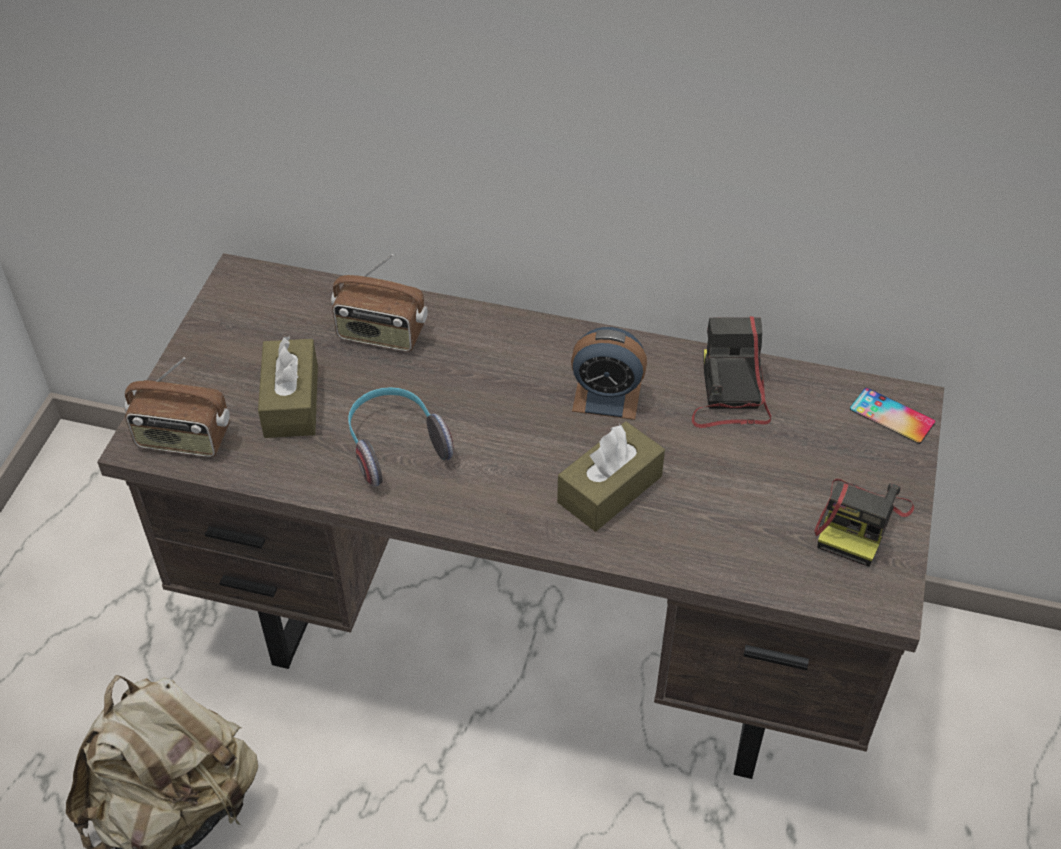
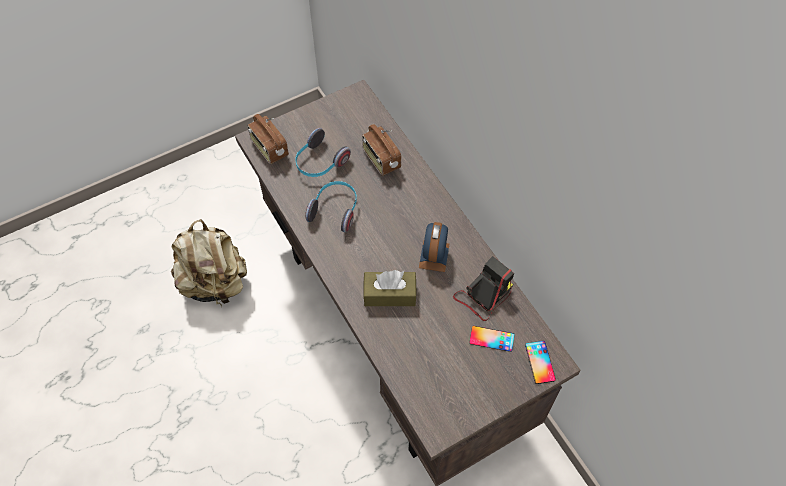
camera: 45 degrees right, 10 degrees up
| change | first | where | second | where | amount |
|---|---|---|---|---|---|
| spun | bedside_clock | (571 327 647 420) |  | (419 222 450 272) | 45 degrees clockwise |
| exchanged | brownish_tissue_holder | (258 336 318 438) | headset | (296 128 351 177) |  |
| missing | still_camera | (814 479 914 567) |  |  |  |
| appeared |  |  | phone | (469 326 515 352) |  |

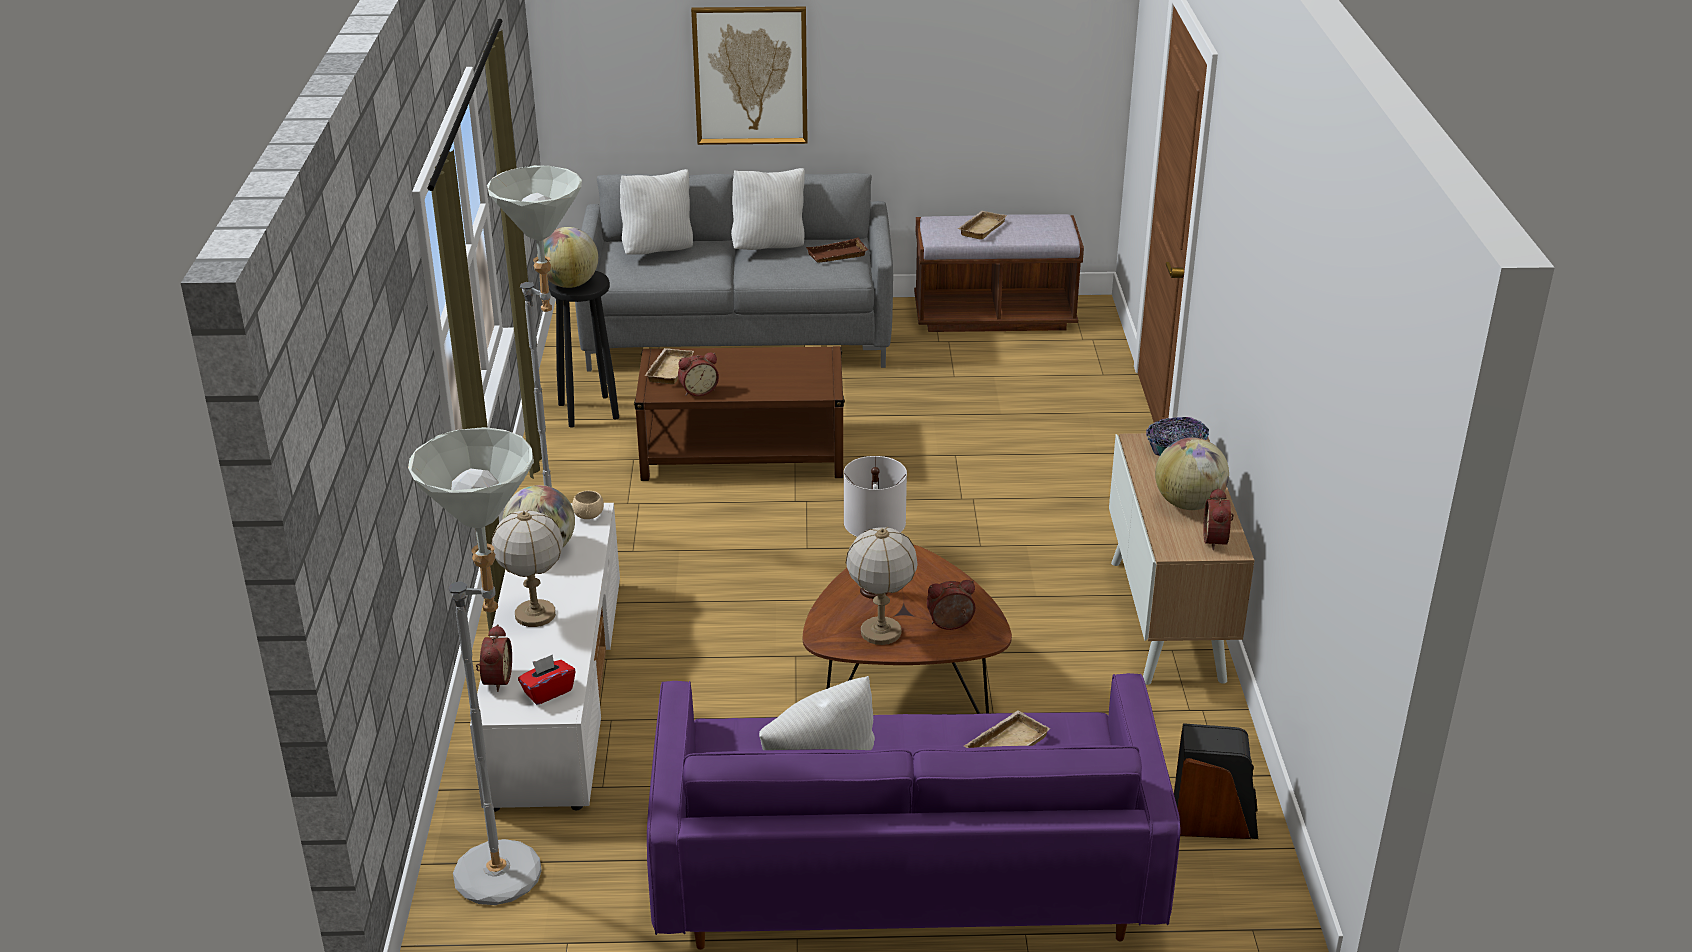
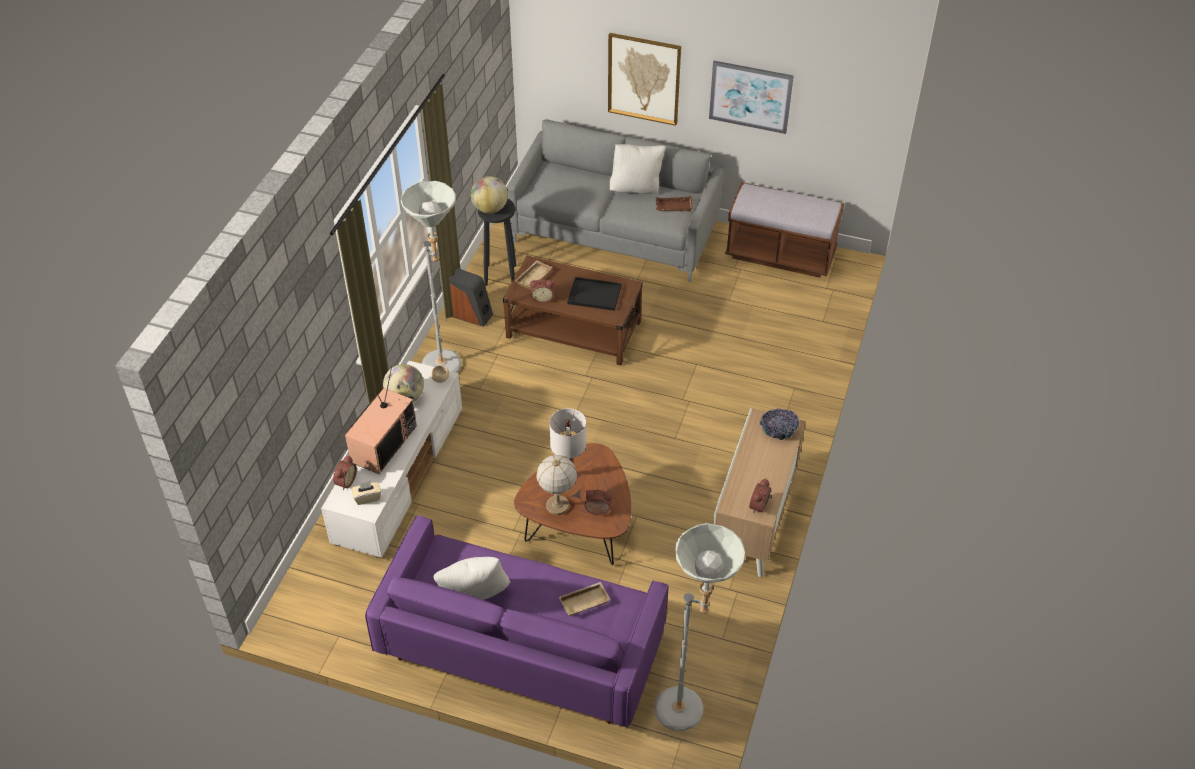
camera: 20 degrees right, 15 degrees up
| change | first | where | second | where | amount |
|---|---|---|---|---|---|
| missing | white_cushion | (620 169 693 255) |  |  |  |
| missing | beige_serving_tray | (958 211 1007 240) |  |  |  |
| relocated | gray_standing_lamp | (408 427 542 905) |  | (655 523 745 731) |  |
| missing | globe | (1155 438 1229 510) |  |  |  |
| exchanged | lamp_for_a_table | (491 510 563 627) | TV_set | (345 365 417 474) |  |
| colour | red_tissue_holder | (518 654 576 705) | beige_tissue_holder | (352 481 381 505) |  |
| relocated | audio_speaker | (1174 723 1258 839) |  | (449 268 493 327) |  |
| appeared |  |  | wall_art | (709 61 794 134) |  |
| appeared |  |  | blackish_serving_tray | (567 277 622 311) |  |

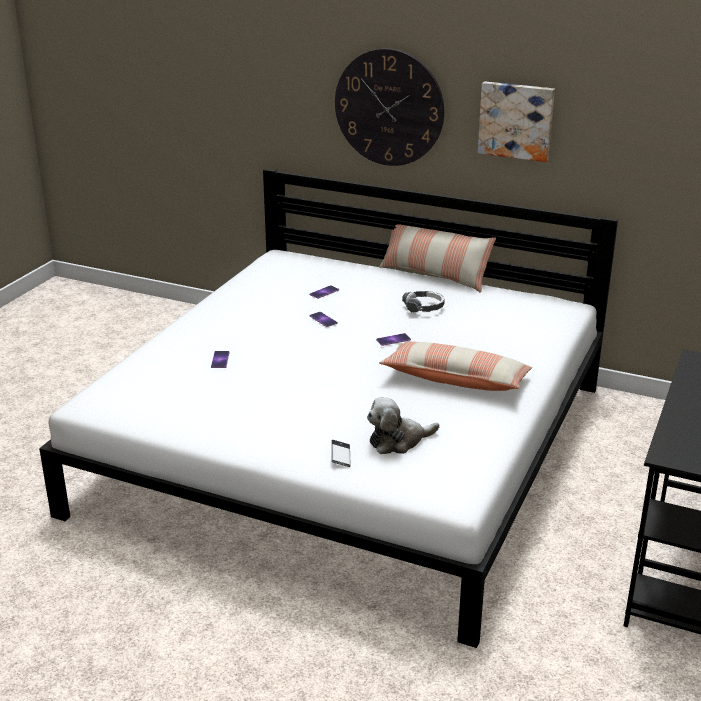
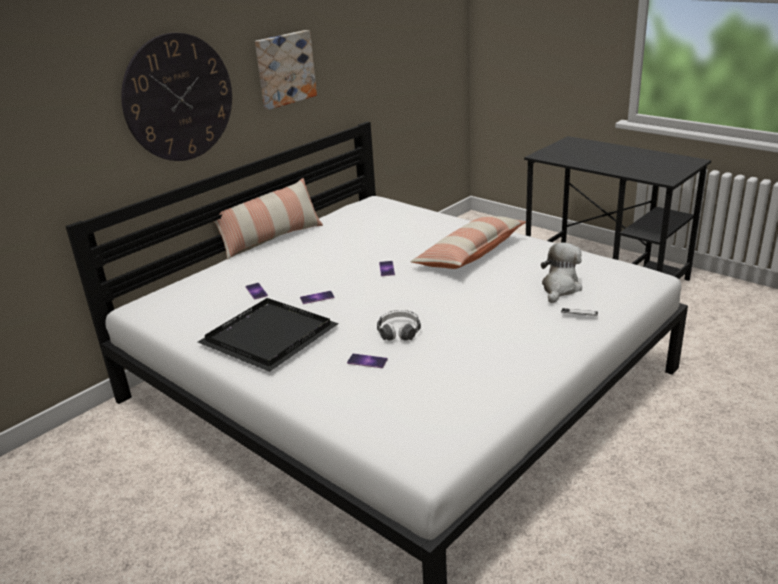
camera: 70 degrees left, 0 degrees up
| change | first | where | second | where | amount |
|---|---|---|---|---|---|
| relocated | headset | (402 291 445 313) |  | (377 310 421 341) |  |
| spun | cuddly_toy | (367 397 439 454) |  | (541 243 582 303) | 150 degrees counterclockwise |
| appeared |  |  | blackish_serving_tray | (198 298 339 372) |  |

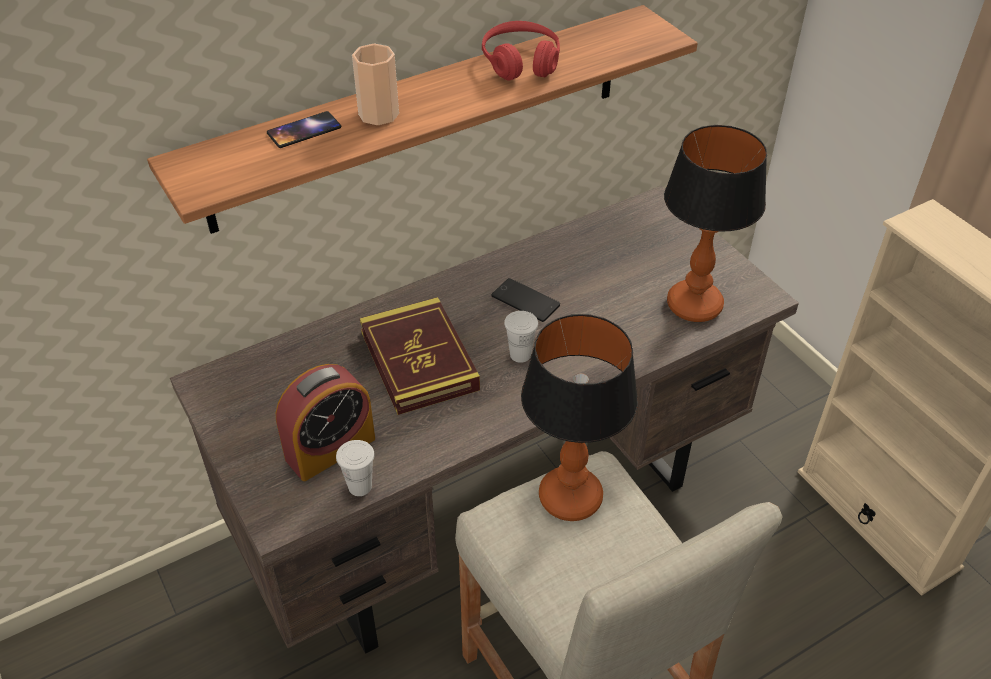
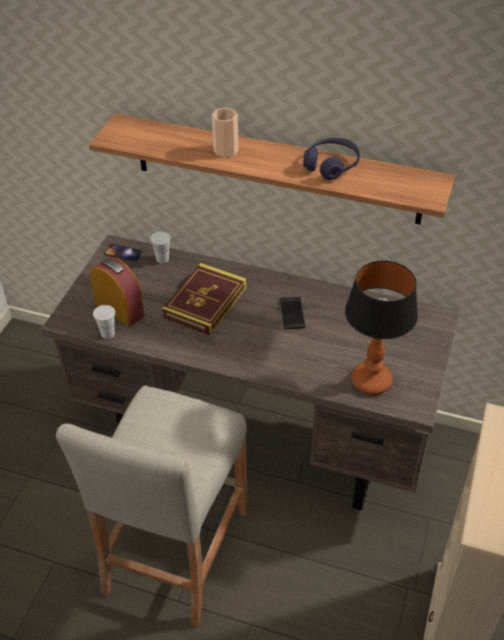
camera: 50 degrees right, 0 degrees up
| change | first | where | second | where | amount |
|---|---|---|---|---|---|
| colour | red_headset | (482 21 560 81) | purple_headset | (303 138 360 180) |  |
| relocated | phone | (267 111 341 148) |  | (104 244 142 261) |  |
| relocated | white_drinking_cup | (504 311 538 363) |  | (150 232 171 263) |  |
| missing | lamp_for_a_table | (521 314 638 521) |  |  |  |
| spun | bedside_clock | (276 364 375 481) |  | (90 257 145 327) | 150 degrees counterclockwise |

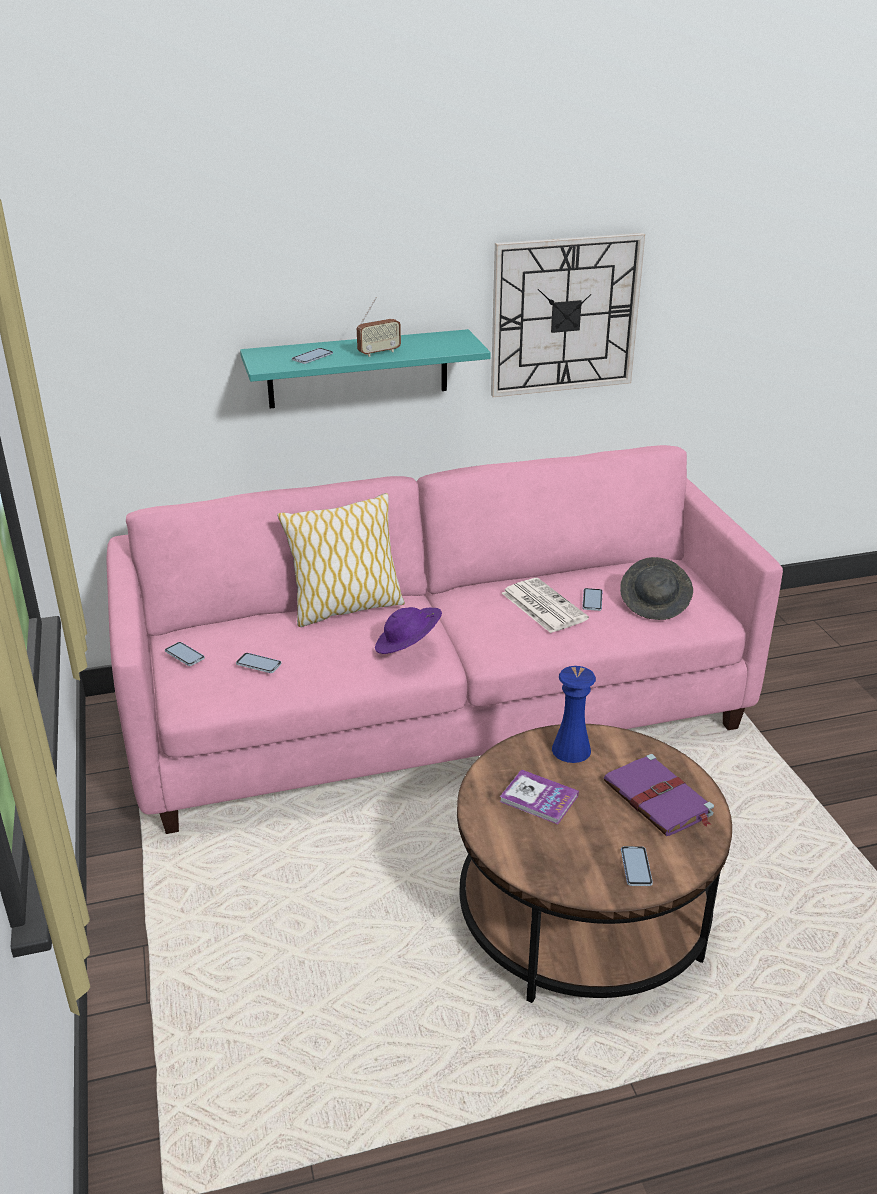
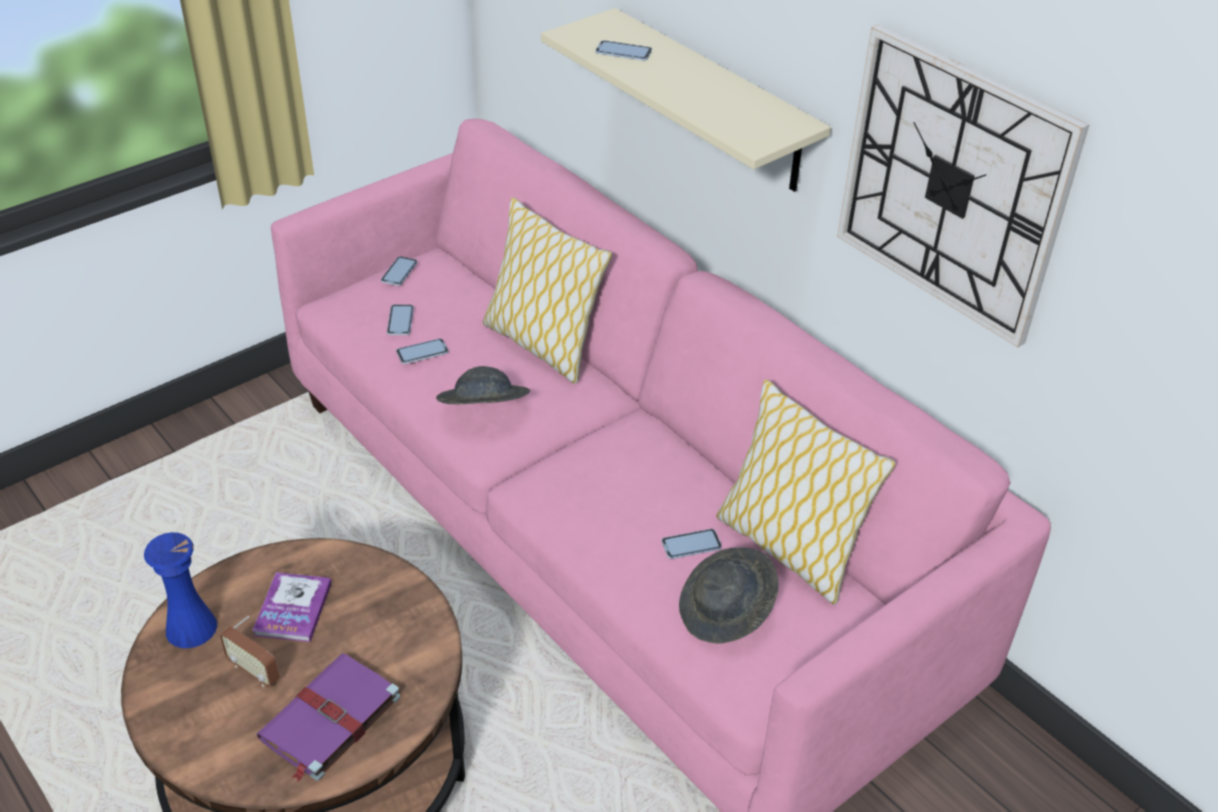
camera: 65 degrees right, 10 degrees up
| change | first | where | second | where | amount |
|---|---|---|---|---|---|
| relocated | radio_receiver | (357 298 401 357) |  | (219 616 280 687) |  |
| colour | turquoise_bracket_shelf | (240 329 491 408) | beige_bracket_shelf | (541 8 831 192) |  |
| missing | printed_paper | (502 578 589 633) |  |  |  |
| colour | purple_clothing_hat | (375 607 442 654) | gray_clothing_hat | (436 366 530 404) |  |
| relocated | blue_decorative_vase | (552 666 596 763) |  | (144 532 217 648) |  |
| relocated | phone | (621 846 653 886) |  | (396 339 449 364) |  |
| appeared |  |  | cushion | (716 379 896 605) |  |

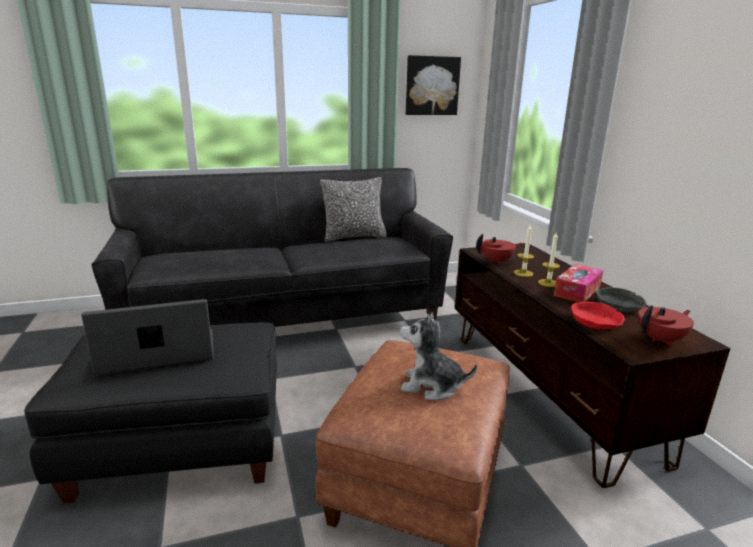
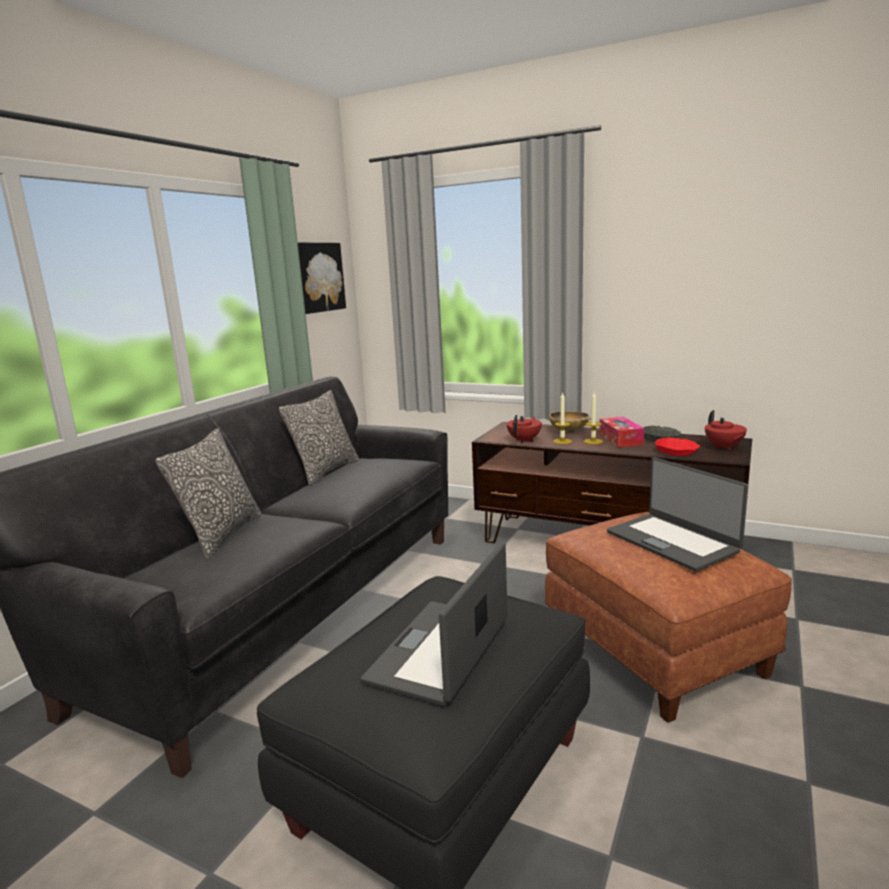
camera: 45 degrees left, 5 degrees down
| change | first | where | second | where | amount |
|---|---|---|---|---|---|
| spun | red_pot_for_tea | (638 305 694 346) |  | (705 410 747 450) | 150 degrees clockwise |
| exchanged | cuddly_toy | (400 312 477 400) | notebook_computer | (607 457 748 571) |  |
| appeared |  |  | beige_serving_bowl | (549 411 591 433) |  |
| appeared |  |  | cushion | (155 428 261 559) |  |

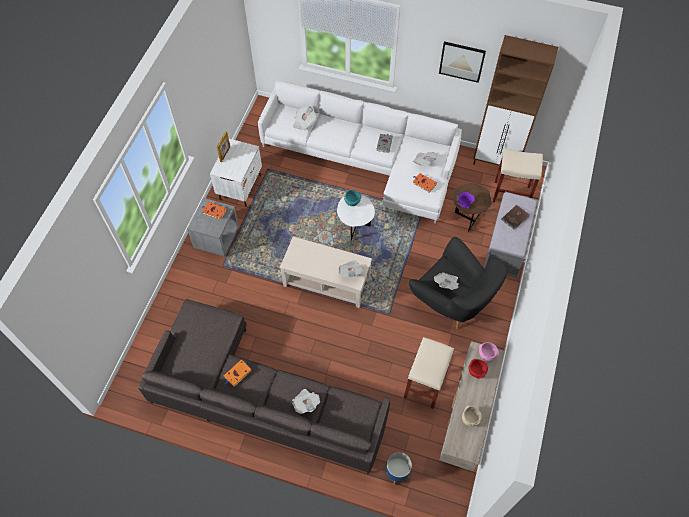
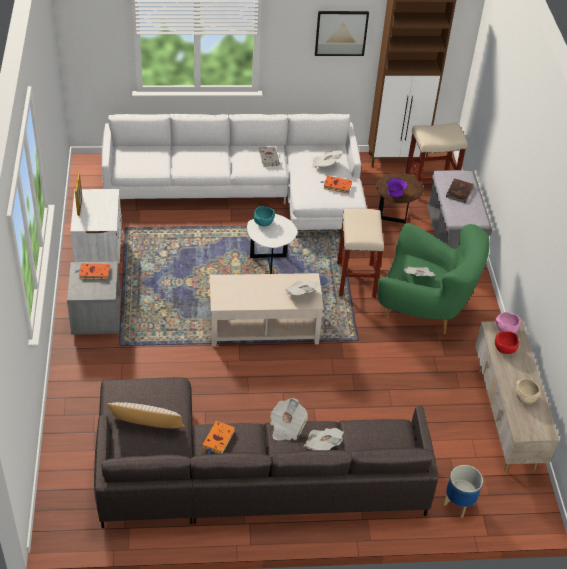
camera: 25 degrees left, 15 degrees down
| change | first | where | second | where | amount |
|---|---|---|---|---|---|
| relocated | printed_paper | (293 106 316 131) |  | (270 398 308 440) |  |
| colour | blackish_armchair | (409 237 507 329) | green_armchair | (377 223 489 334) |  |
| relocated | beige_stool | (404 337 454 409) |  | (337 208 384 298) |  |
| appeared |  |  | beige_cushion | (107 402 185 428) |  |

